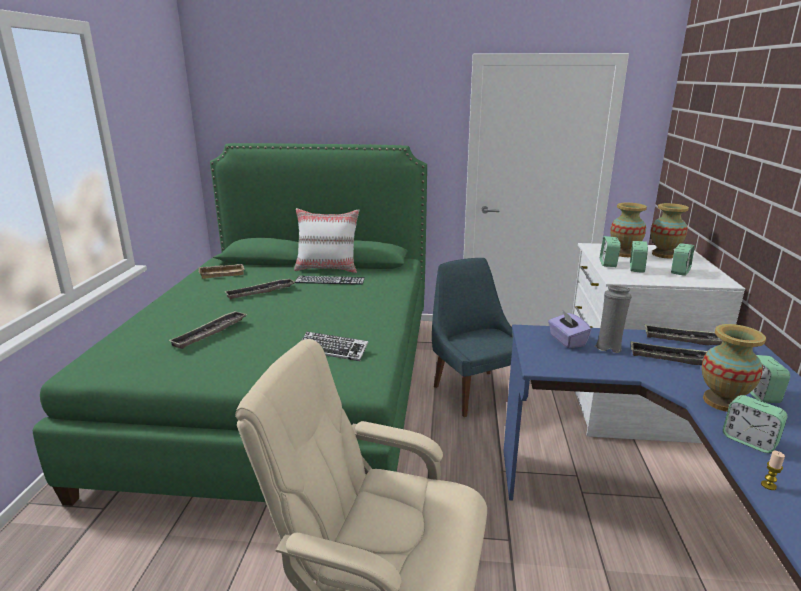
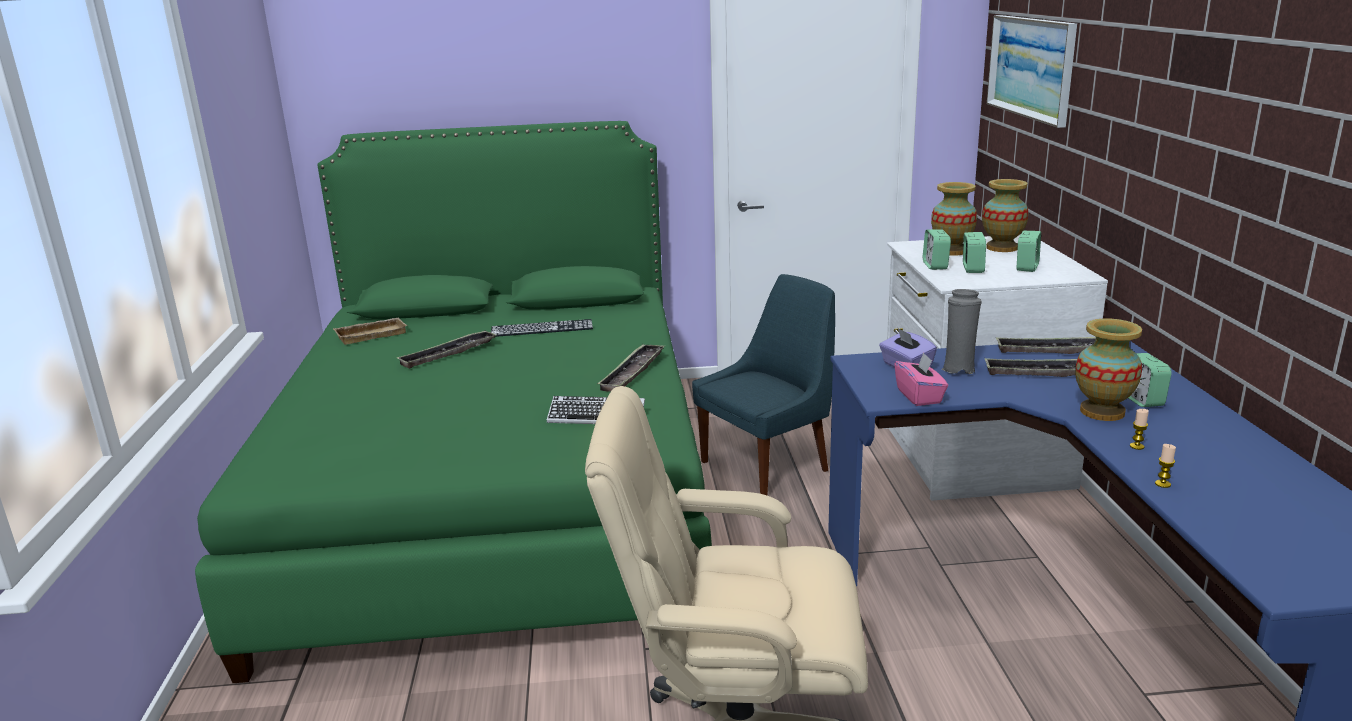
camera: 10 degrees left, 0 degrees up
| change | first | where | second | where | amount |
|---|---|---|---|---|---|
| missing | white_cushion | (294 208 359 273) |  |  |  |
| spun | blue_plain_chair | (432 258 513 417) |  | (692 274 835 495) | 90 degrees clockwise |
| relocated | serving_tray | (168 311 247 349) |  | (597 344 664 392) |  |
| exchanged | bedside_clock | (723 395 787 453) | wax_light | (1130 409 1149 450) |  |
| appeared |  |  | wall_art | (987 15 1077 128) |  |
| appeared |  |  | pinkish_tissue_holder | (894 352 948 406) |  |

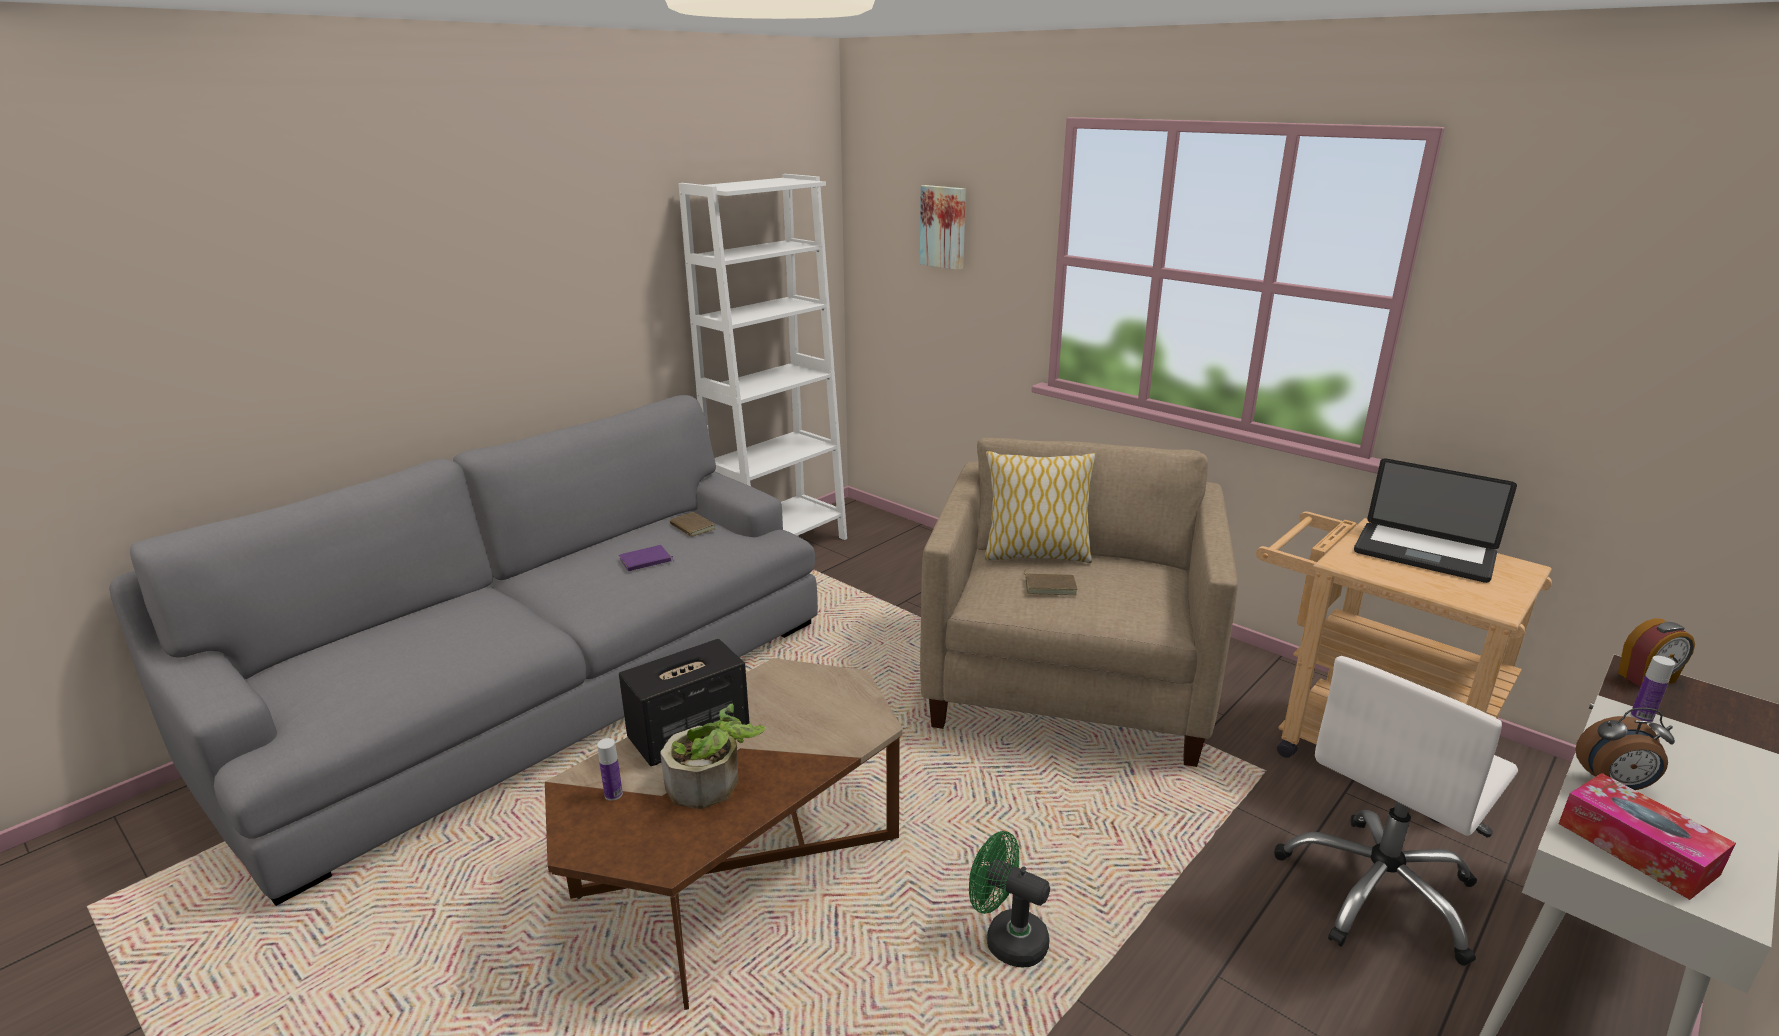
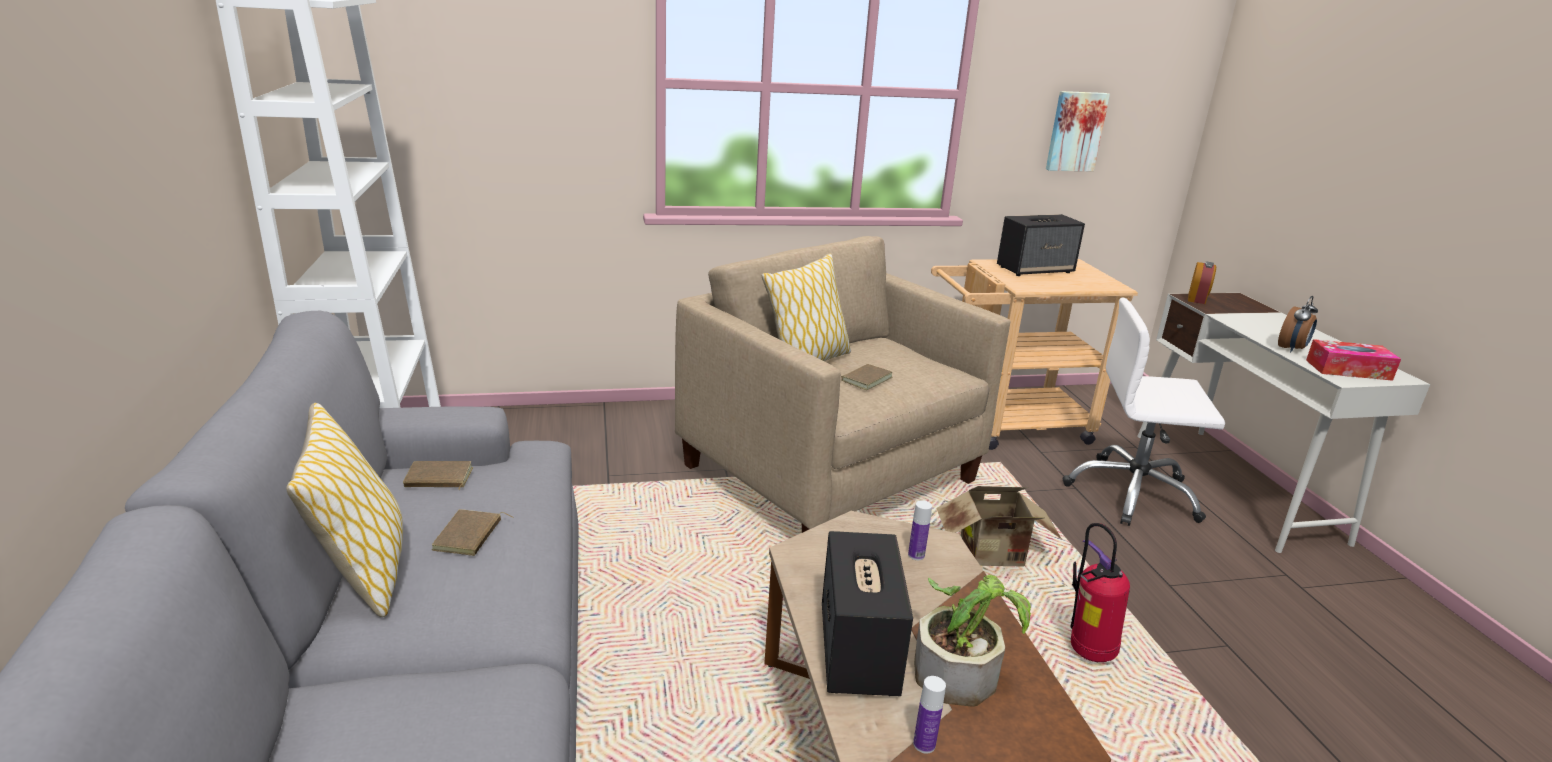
camera: 55 degrees left, 0 degrees up
| change | first | where | second | where | amount |
|---|---|---|---|---|---|
| relocated | wall_art | (920 185 966 270) |  | (1046 91 1110 172) |  |
| exchanged | notebook_computer | (1354 458 1517 583) | audio_speaker | (997 214 1085 276) |  |
| colour | purple_volume | (619 545 674 571) | brownish_volume | (432 509 514 556) |  |
| spun | white_office_chair | (1274 656 1518 966) |  | (1062 297 1225 526) | 105 degrees clockwise |
| relocated | drink_bottle | (1630 656 1675 723) |  | (908 500 932 560) |  |
| exchanged | green_fan | (969 831 1050 967) | fire-fighting_cylinder | (1070 523 1130 662) |  |
| appeared |  |  | cushion | (286 403 403 617) |  |
| appeared |  |  | carton | (936 486 1062 567) |  |

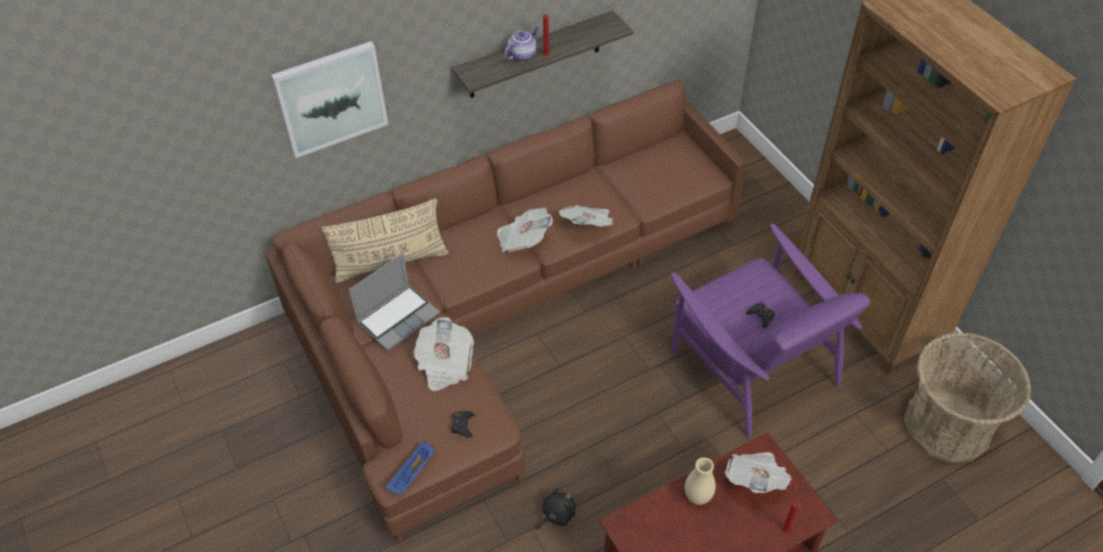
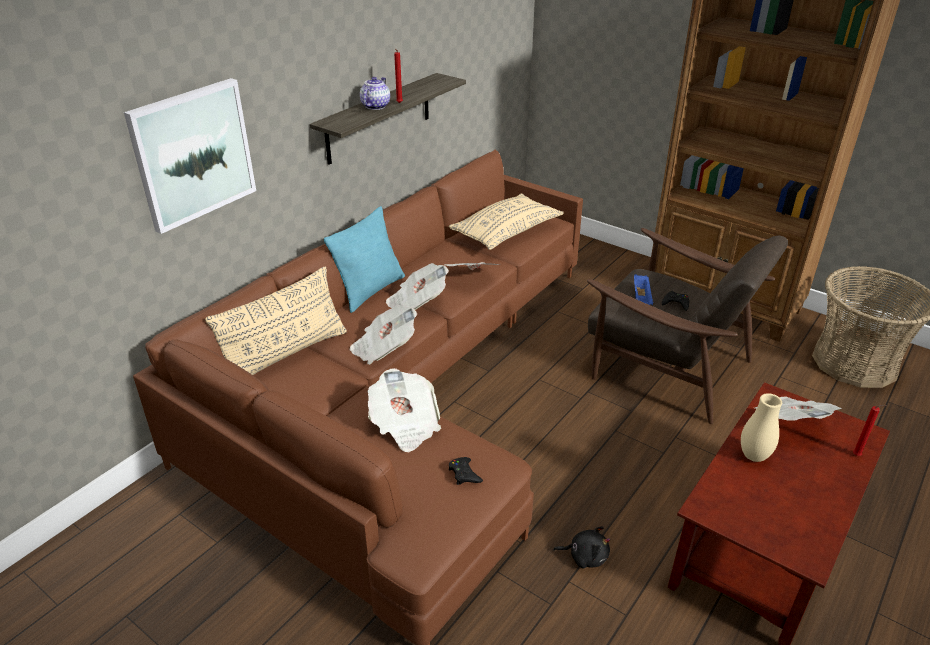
camera: 25 degrees left, 15 degrees down
| change | first | where | second | where | amount |
|---|---|---|---|---|---|
| colour | purple_armchair | (671 224 871 438) | brownish_armchair | (587 228 788 424) |  |
| missing | notebook_computer | (349 253 440 351) |  |  |  |
| relocated | blue_serving_tray | (386 441 435 495) |  | (634 274 653 305) |  |
| spun | blackish_cuddly_toy | (536 487 576 530) |  | (553 526 610 568) | 75 degrees clockwise |
| appeared |  |  | beige_cushion | (449 193 563 250) |  |
| appeared |  |  | turquoise_cushion | (324 206 405 313) |  |
| appeared |  |  | printed_paper | (350 305 417 365) |  |

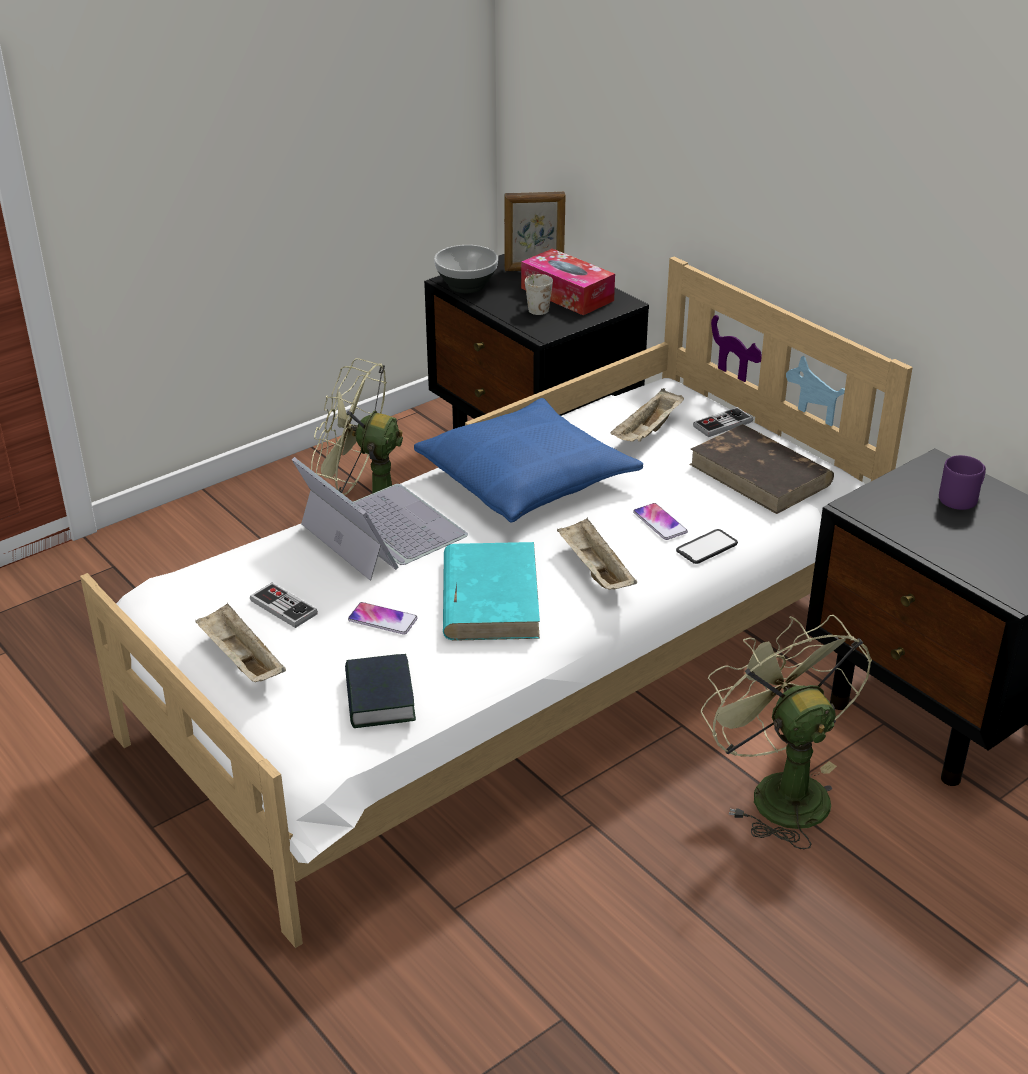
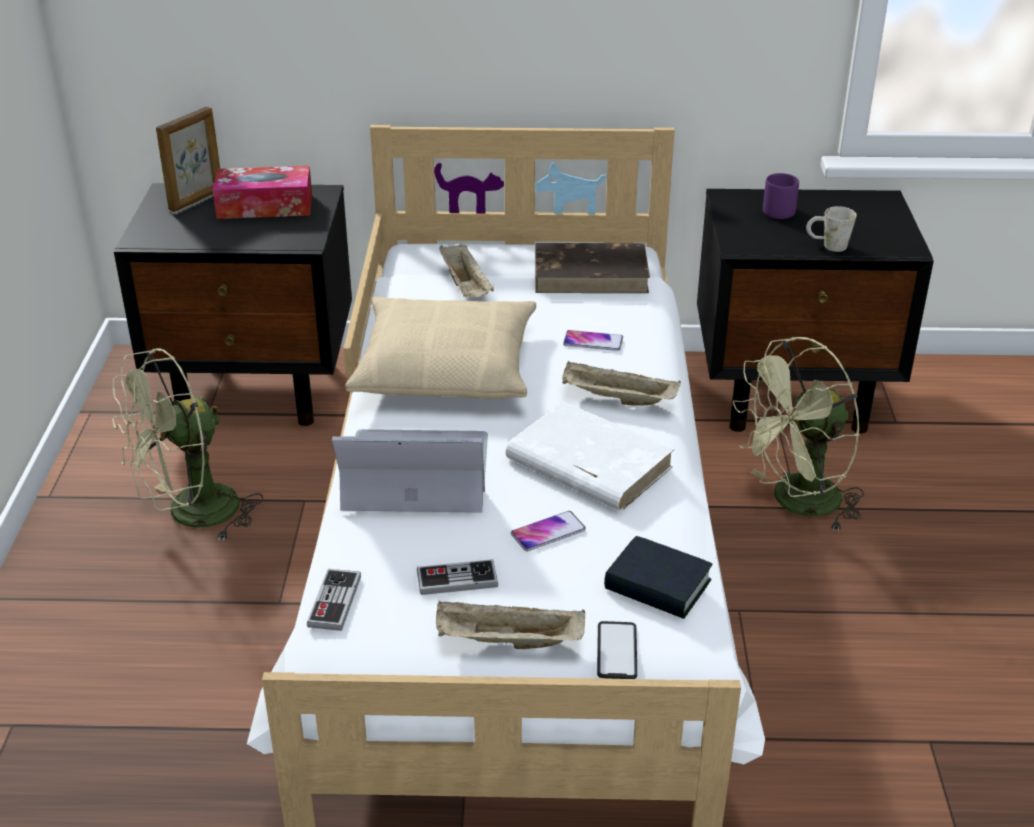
camera: 50 degrees left, 0 degrees up
| change | first | where | second | where | amount |
|---|---|---|---|---|---|
| missing | serving_bowl | (434 245 498 293) |  |  |  |
| relocated | white_mug | (525 274 553 315) |  | (806 206 857 252) |  |
| colour | blue_cushion | (414 398 643 522) | beige_cushion | (345 296 536 399) |  |
| relocated | joypad | (693 407 753 437) |  | (307 569 361 631) |  |
| relocated | phone | (676 529 738 564) |  | (597 621 637 679) |  |
| colour | turquoise_volume | (443 542 540 641) | white_volume | (505 401 674 511) |  |
| spun | green_fan | (701 615 872 850) |  | (733 337 864 532) | 45 degrees counterclockwise |

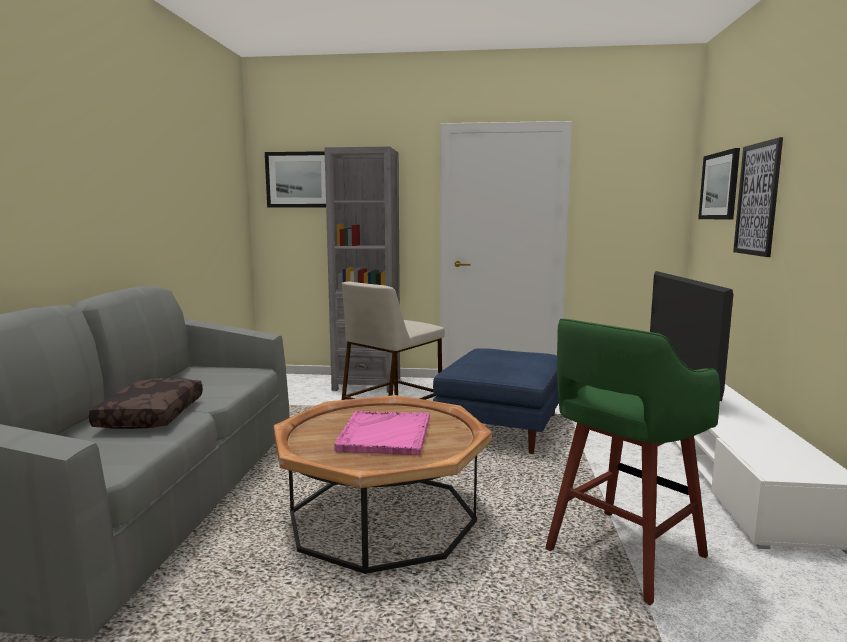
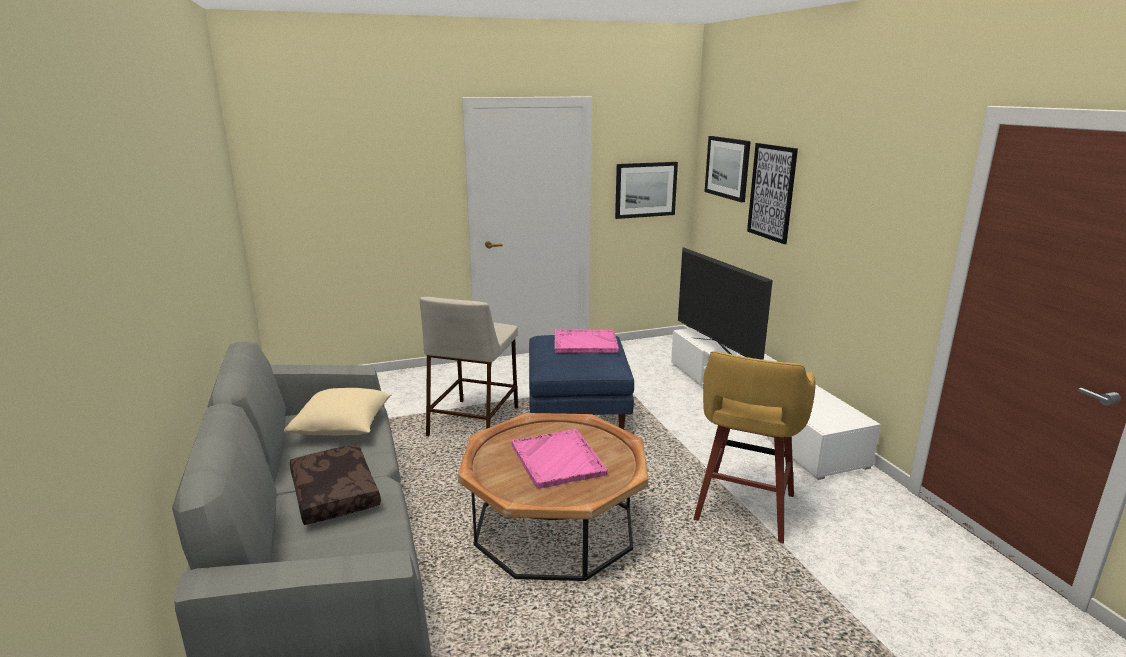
camera: 25 degrees left, 10 degrees up
| change | first | where | second | where | amount |
|---|---|---|---|---|---|
| missing | gray_bookcase | (324 146 400 393) |  |  |  |
| relocated | wall_art | (265 151 326 208) |  | (615 162 678 219) |  |
| colour | green_stool | (545 319 720 605) | yellowish_stool | (693 351 816 544) |  |
| appeared |  |  | pinkish_serving_tray | (554 329 619 353) |  |
| appeared |  |  | beige_cushion | (284 388 392 436) |  |

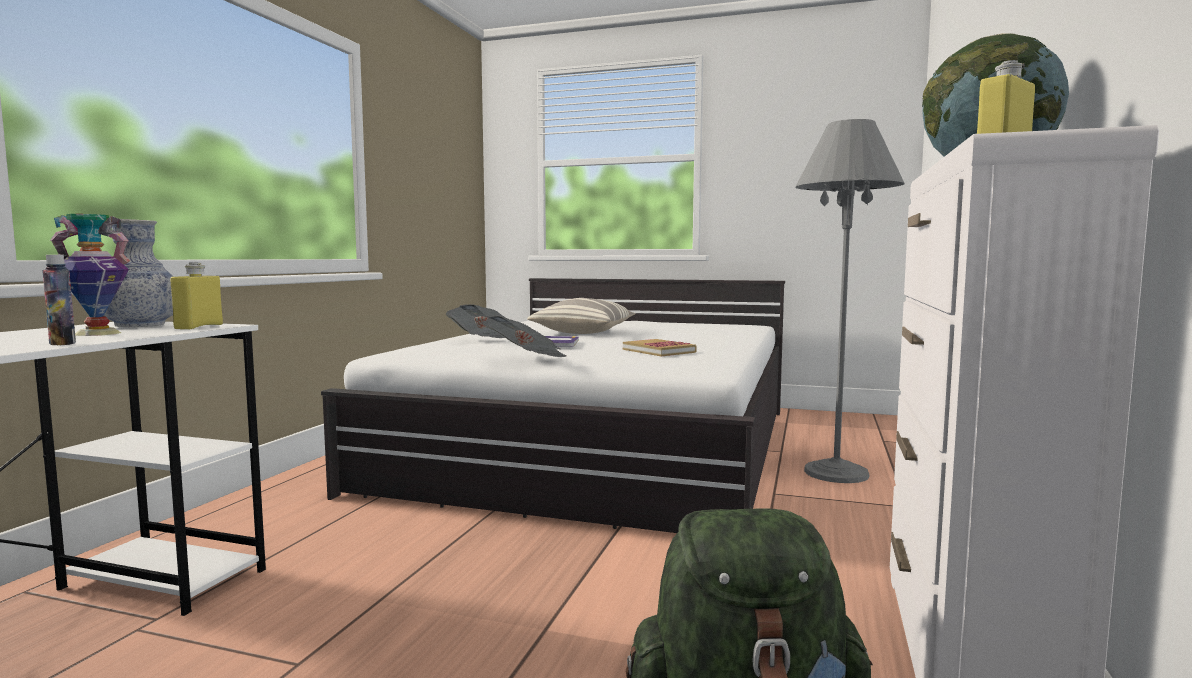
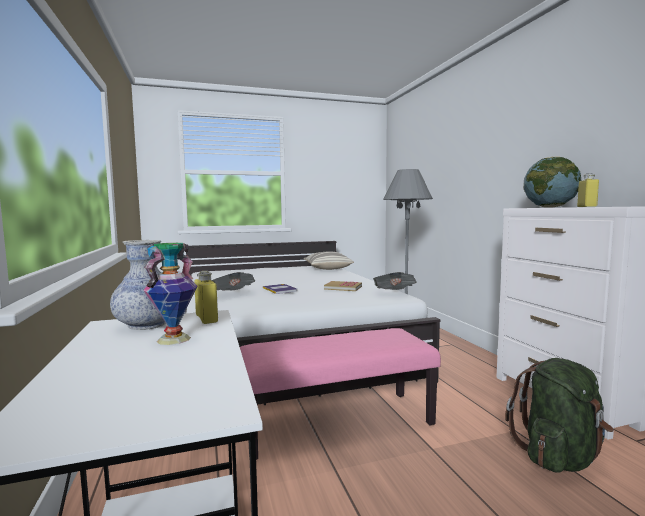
camera: 35 degrees left, 0 degrees up
| change | first | where | second | where | amount |
|---|---|---|---|---|---|
| missing | drink_bottle | (42 255 76 345) |  |  |  |
| relocated | cushion | (527 298 636 334) |  | (304 251 354 270) |  |
| relocated | printed_paper | (482 316 566 357) |  | (373 272 417 290) |  |
| appeared |  |  | pinkish_long_seat | (240 328 441 460) |  |

